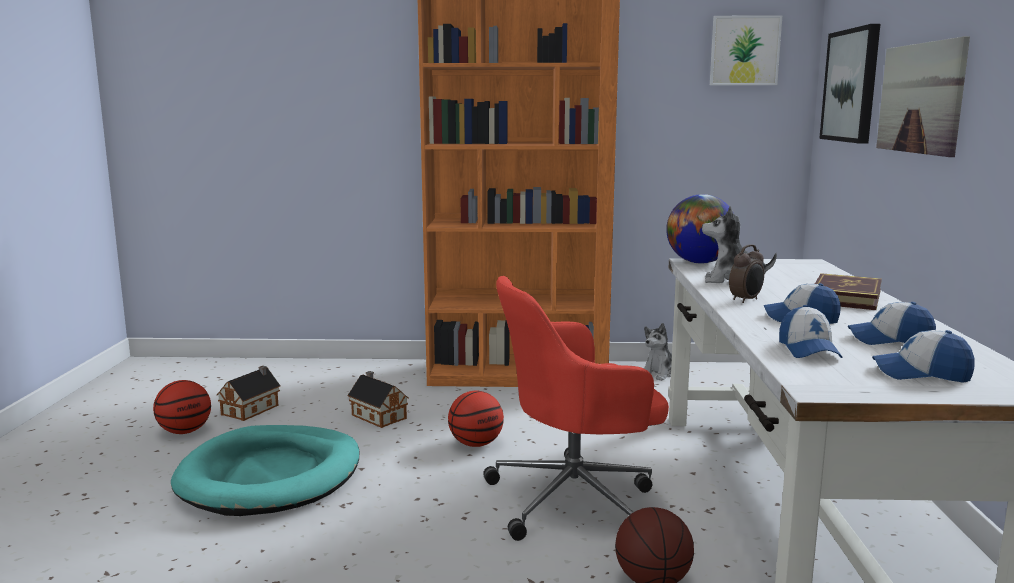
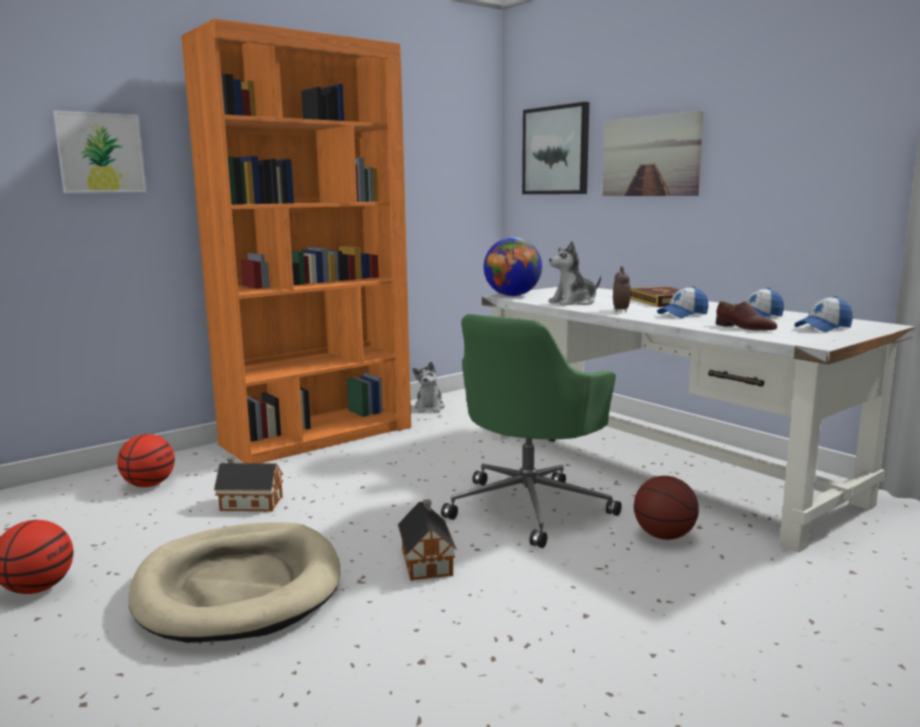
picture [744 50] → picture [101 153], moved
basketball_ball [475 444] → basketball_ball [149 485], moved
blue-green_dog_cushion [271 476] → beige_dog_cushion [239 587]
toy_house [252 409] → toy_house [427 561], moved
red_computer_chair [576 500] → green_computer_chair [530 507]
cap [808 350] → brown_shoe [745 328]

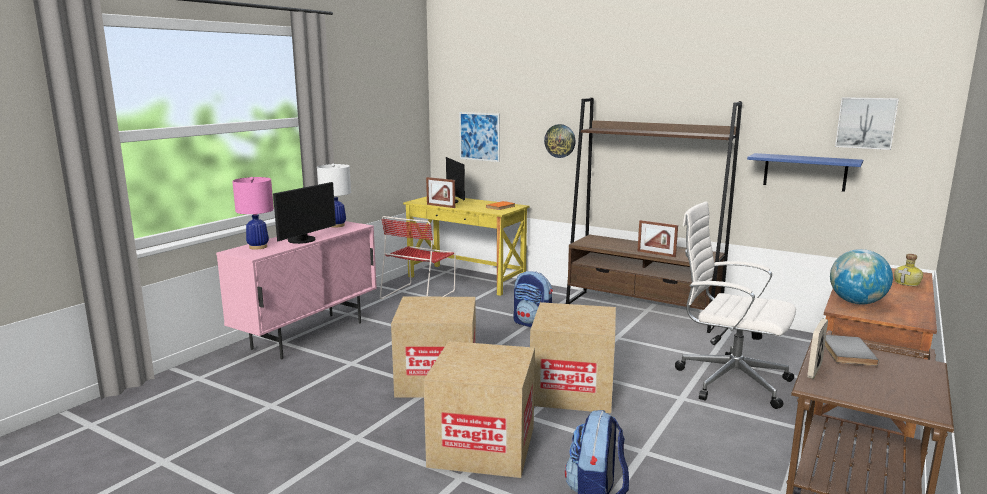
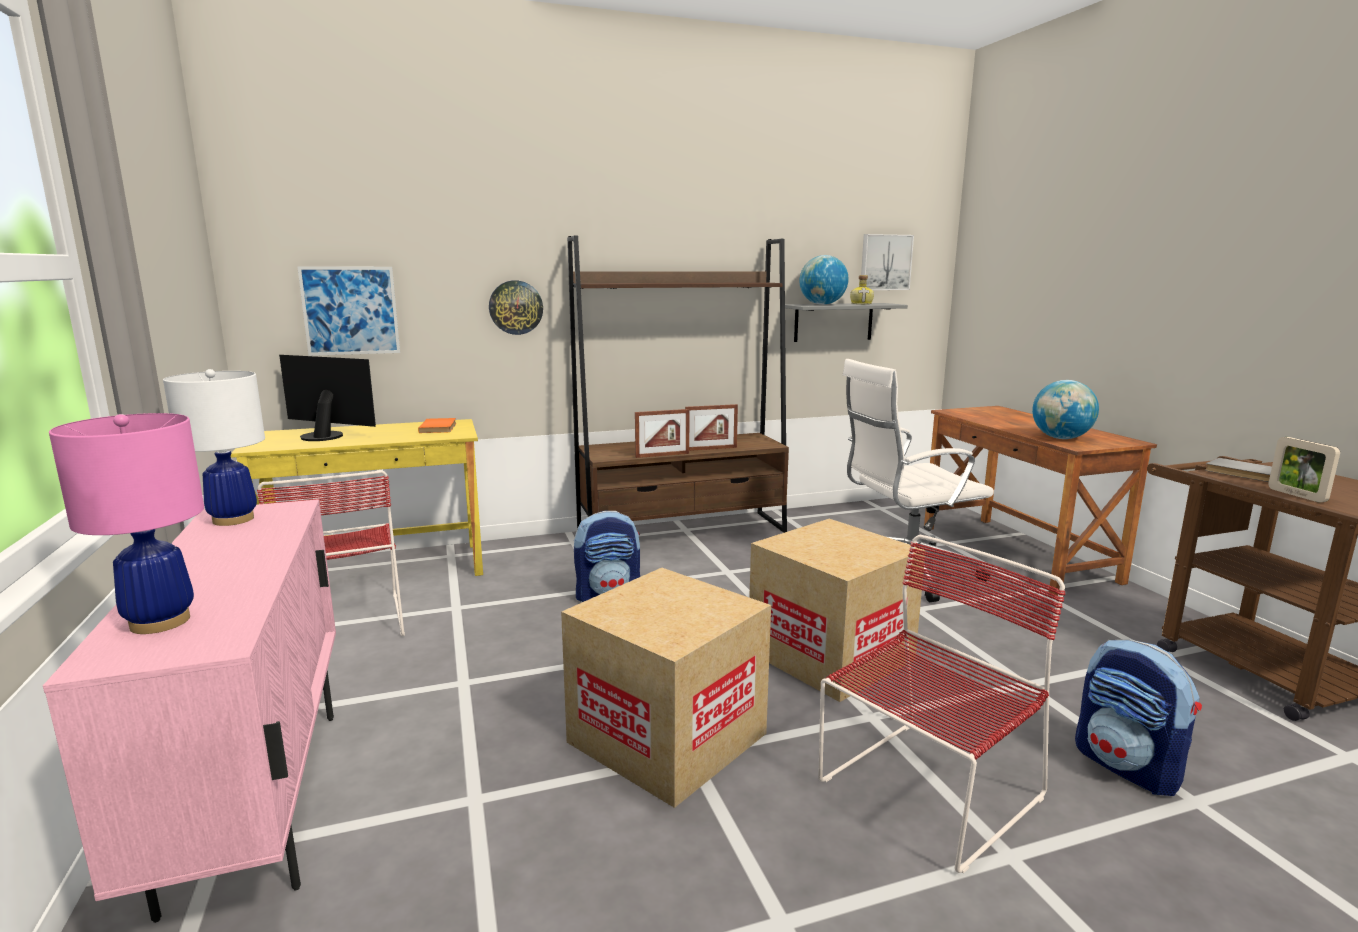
standing_frame [441 206] → standing_frame [662 455], moved
blue_wall_shelf [804 172] → greyish_wall_shelf [833 322]
- → world_globe [822 304]
cardboard_box [482 446] → red_upright_chair [926 792]
drink_bottle [907 283] → drink_bottle [862 304], moved
computer_display [304 240] → -

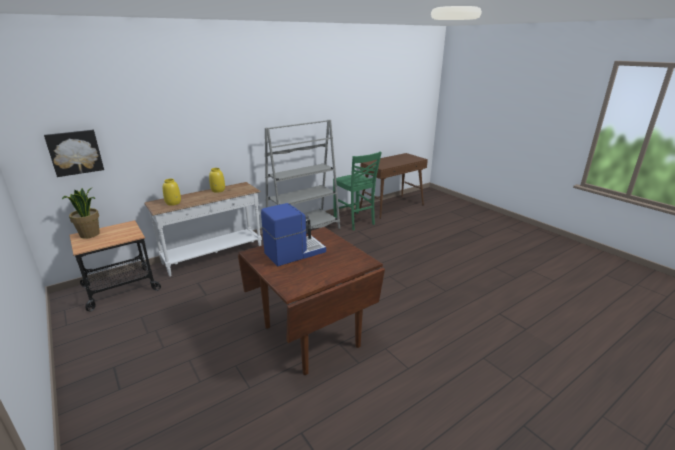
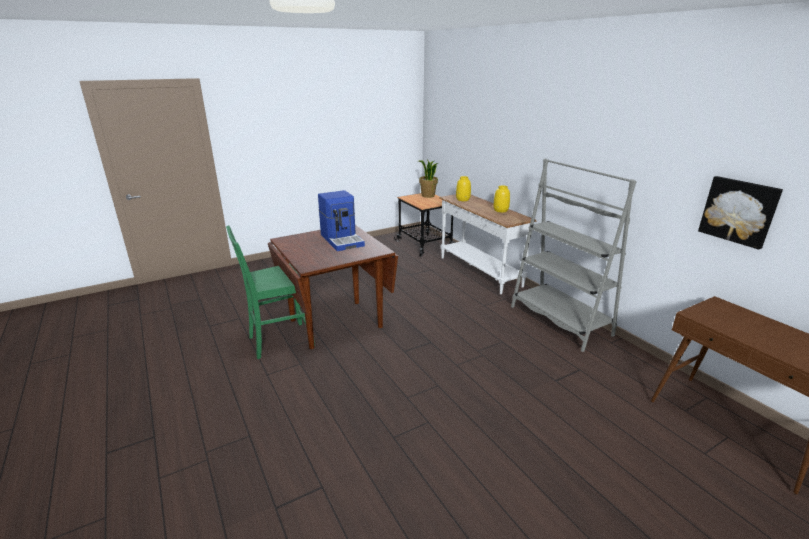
green_upright_chair [354 222] → green_upright_chair [279 341], moved
picture [75 152] → picture [739 211], moved

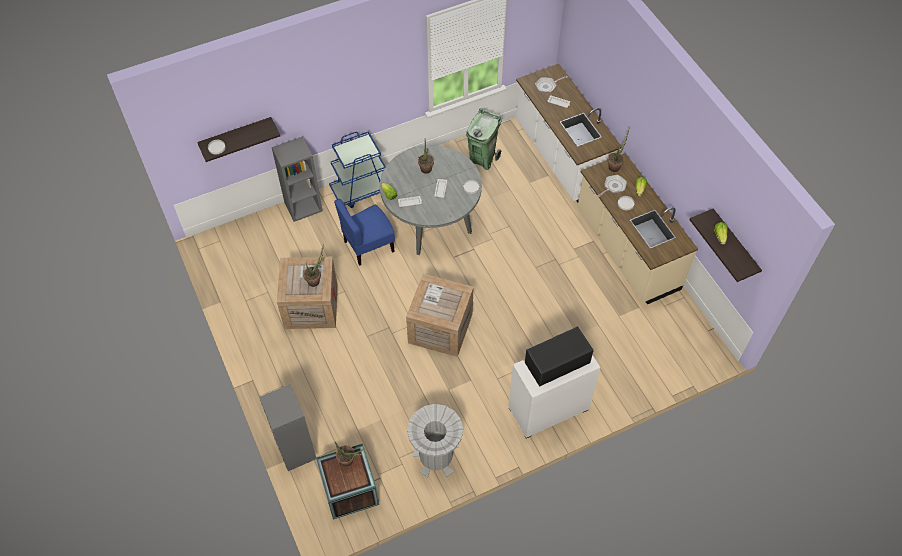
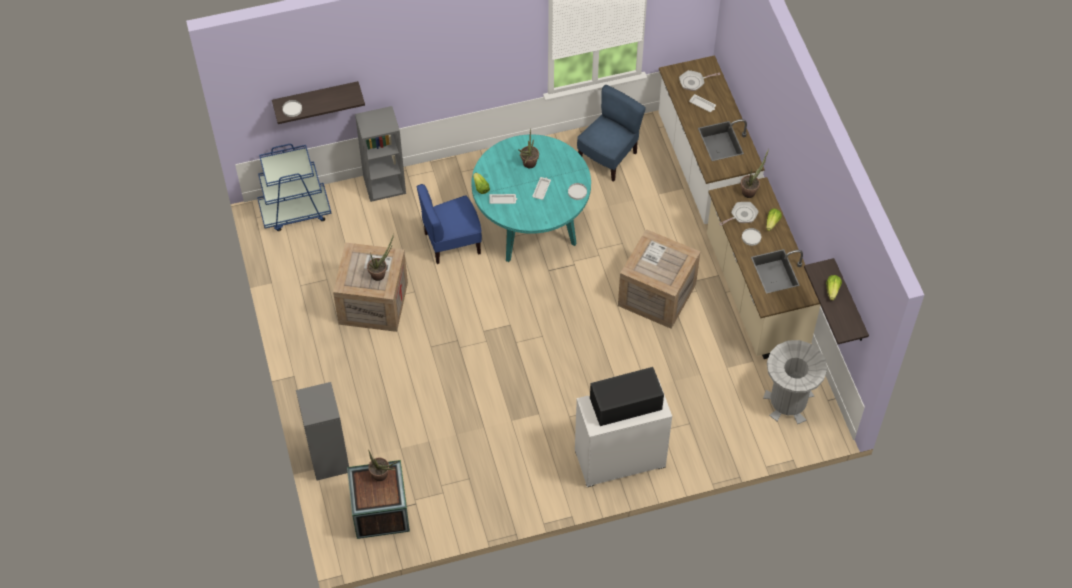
blue_cart [361 190] → blue_cart [295 211], moved
greyish_dining_table [431 222] → blue-green_dining_table [531 225]
green_rubbish_bin [483 159] → blue_upright_chair [608 157]
packing_crate [439 329] → packing_crate [655 295], moved
greyish_rubbish_bin [436 456] → greyish_rubbish_bin [788 401], moved

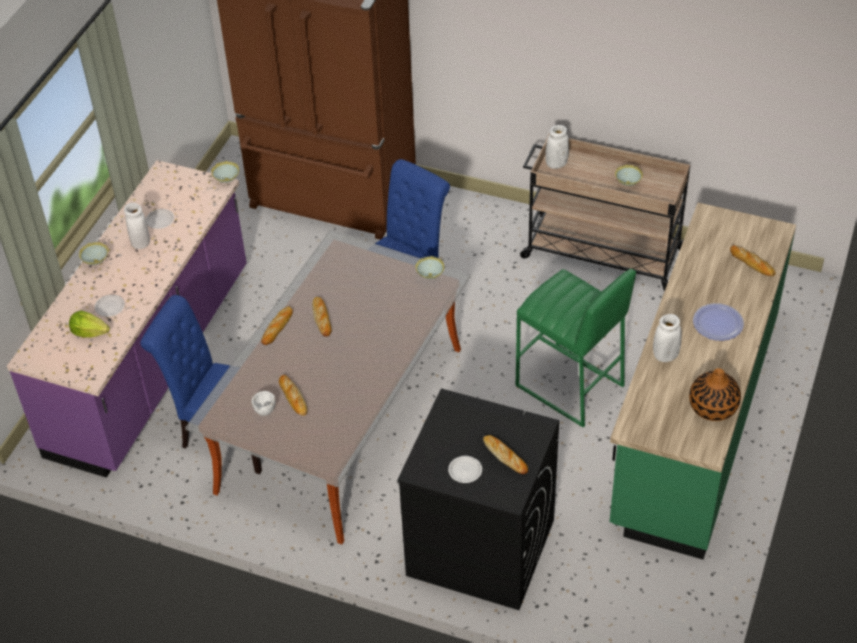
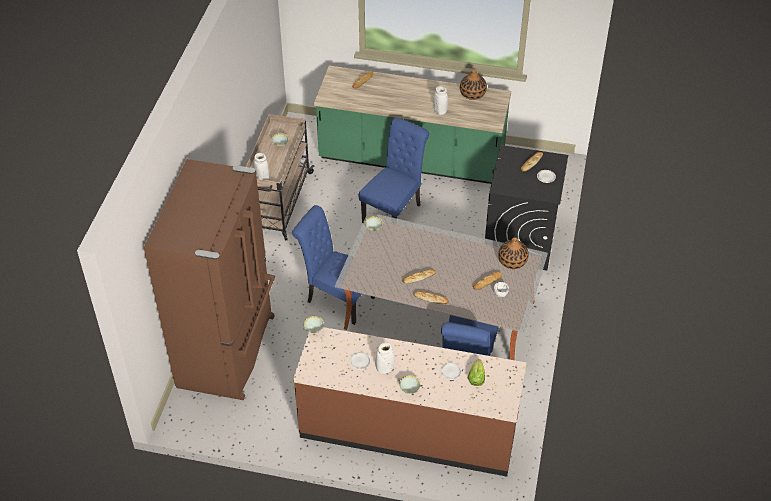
purple_kitchen_base_unit [152 362] → brown_kitchen_base_unit [408 429]
green_sitting_stool [569 386] → blue_upright_chair [394 211]
- → decorative_vase [512 261]
plate [717 323] → -

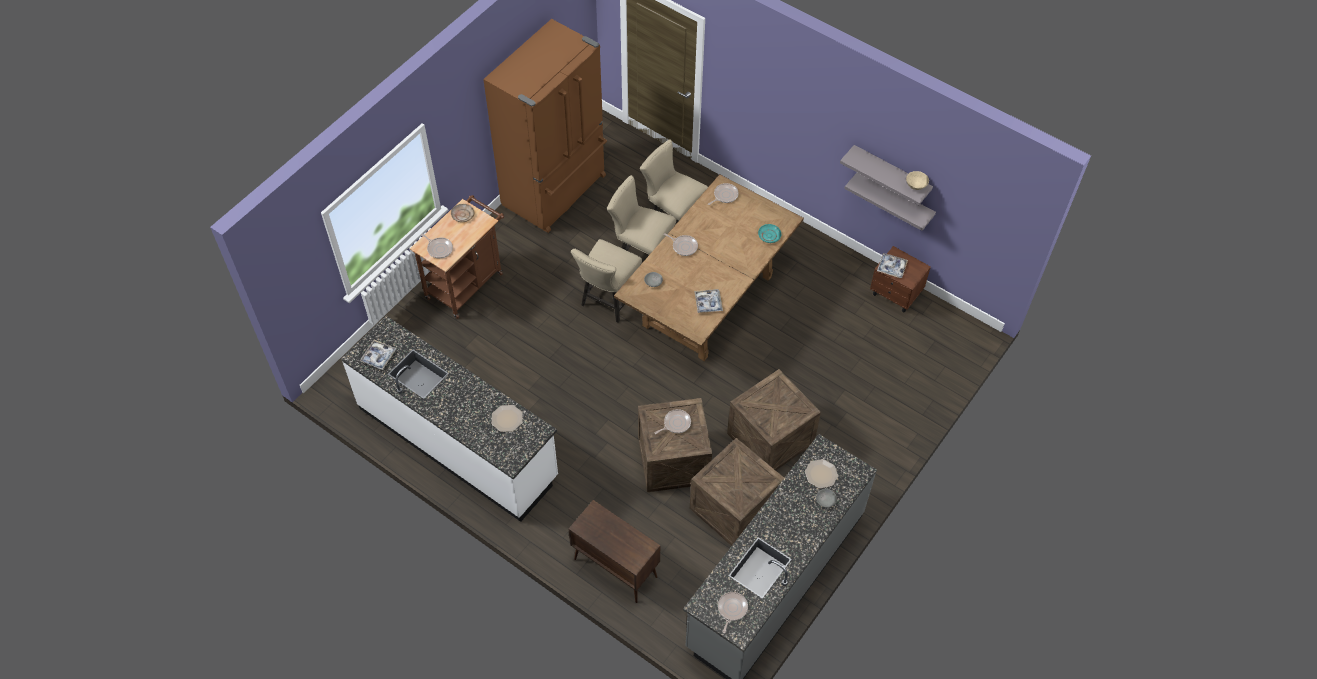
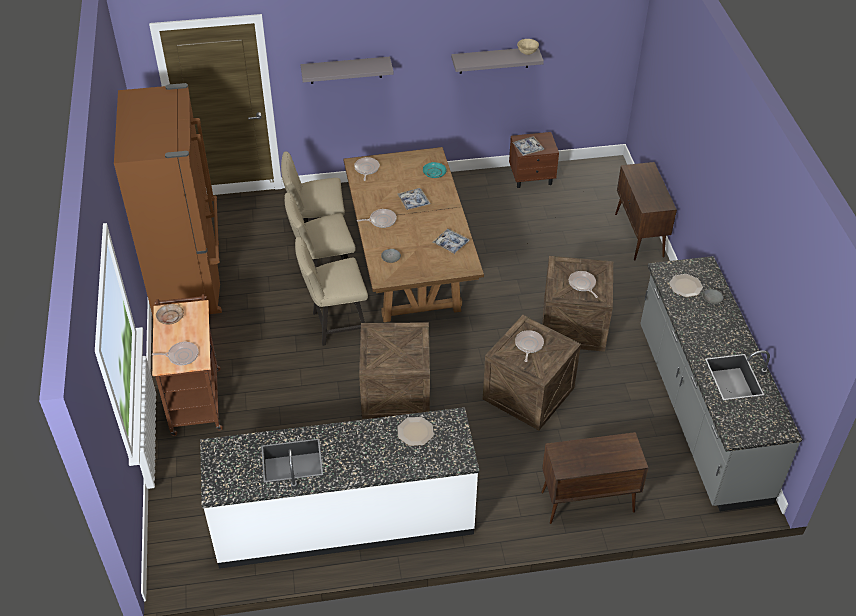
beige_upright_chair [608 302] → beige_upright_chair [335 325], 90 degrees clockwise
greyish_wall_shelf [895 198] → greyish_wall_shelf [346 70], moved
packing_crate [733 508] → packing_crate [394 393], moved
tray [378 357] → tray [413 201], moved
pan [731 609] → pan [582 284], moved
- → brown_cupboard [639 236]

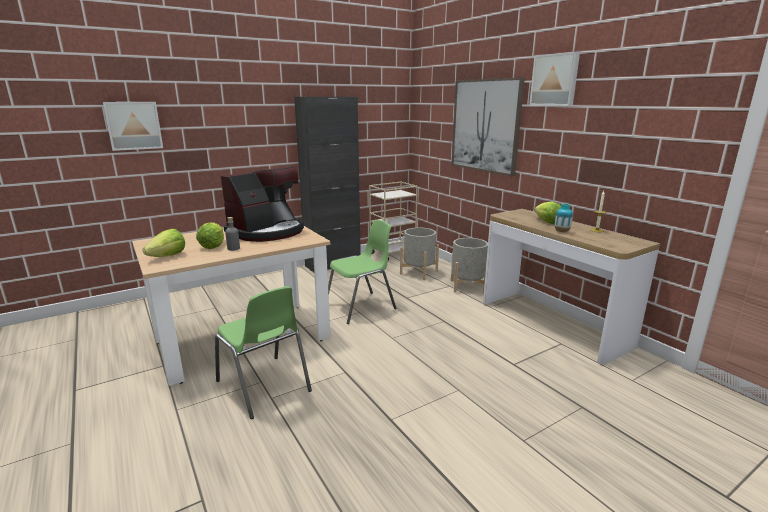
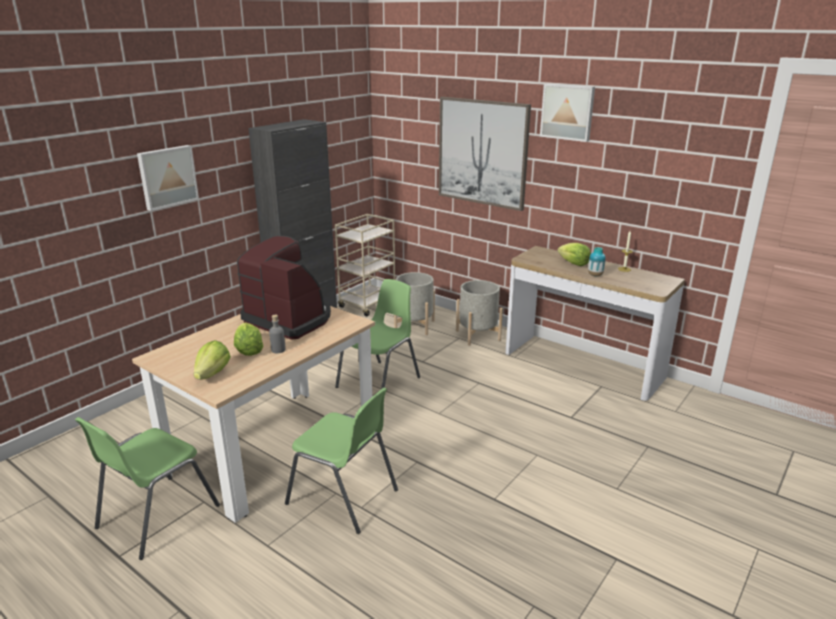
- → green_upright_chair [155 517]
picture [133 125] → picture [167 176], moved
coffee_brewer [267 232] → coffee_brewer [289 319], 75 degrees counterclockwise

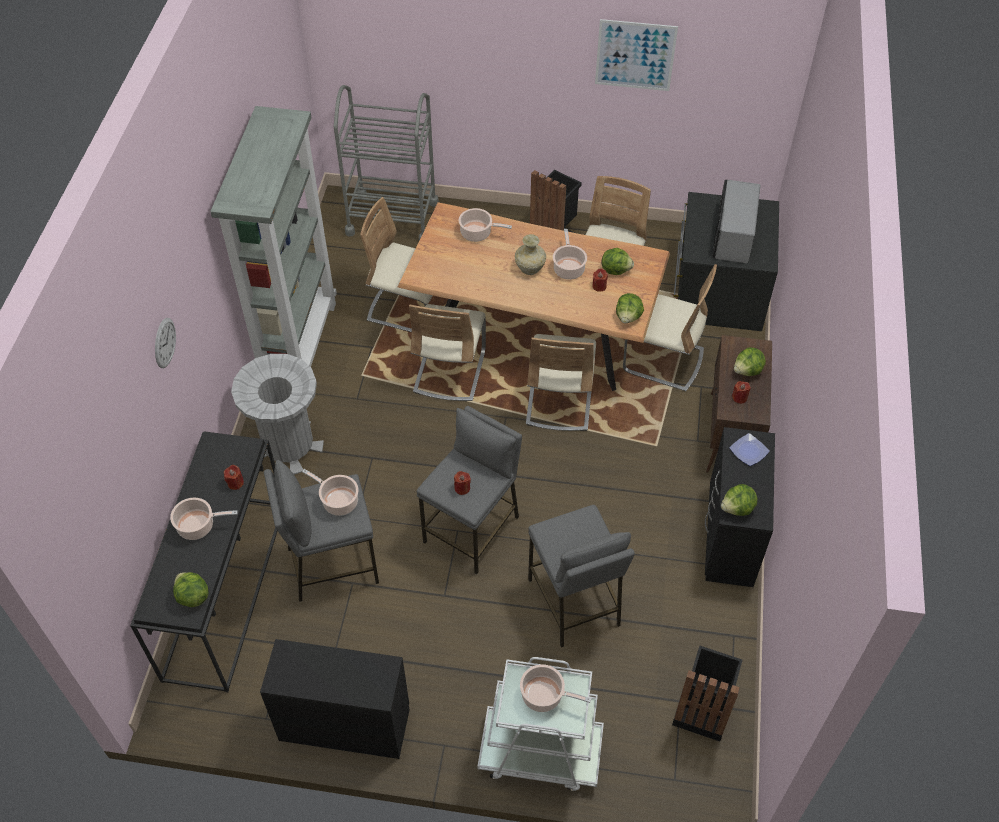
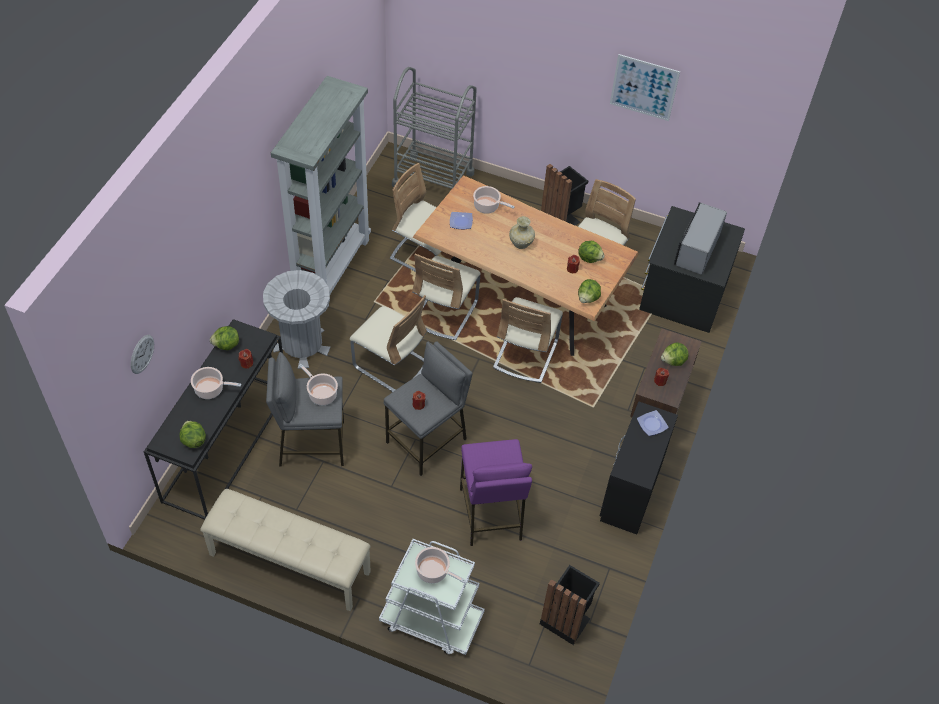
clock_on_the_wall [164 343] → clock_on_the_wall [142 354], moved
blackish_chest_of_drawers [344 723] → beige_long_seat [289 564]
head_of_lettuce [737 508] → head_of_lettuce [226 345], moved
beige_upright_chair [663 360] → beige_upright_chair [390 365], moved
- → plate [460 221]
greyish_sitting_stool [574 602] → purple_sitting_stool [490 514]
stockpot [568 268] → -

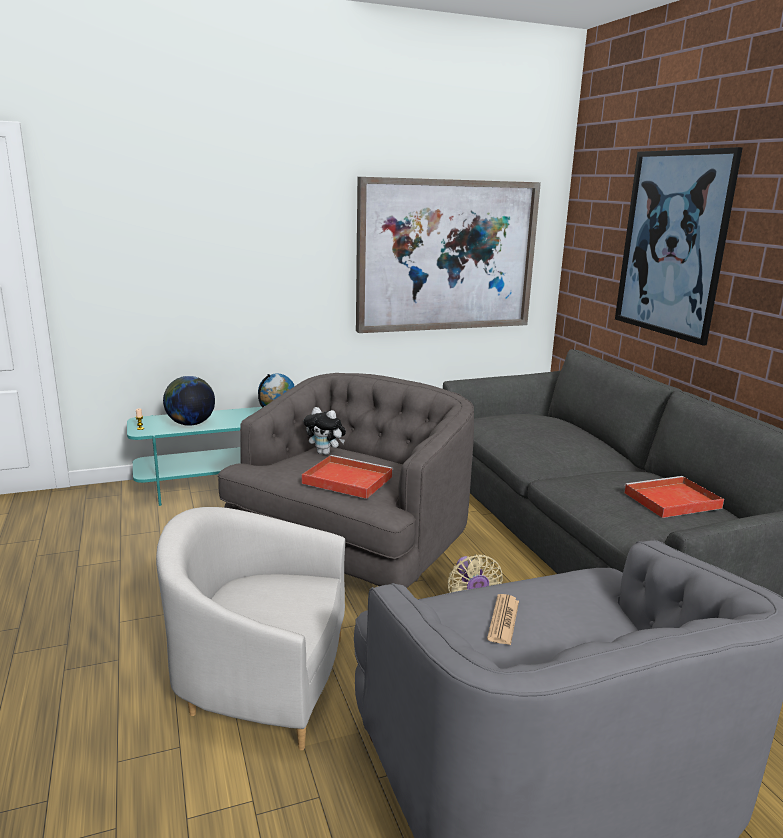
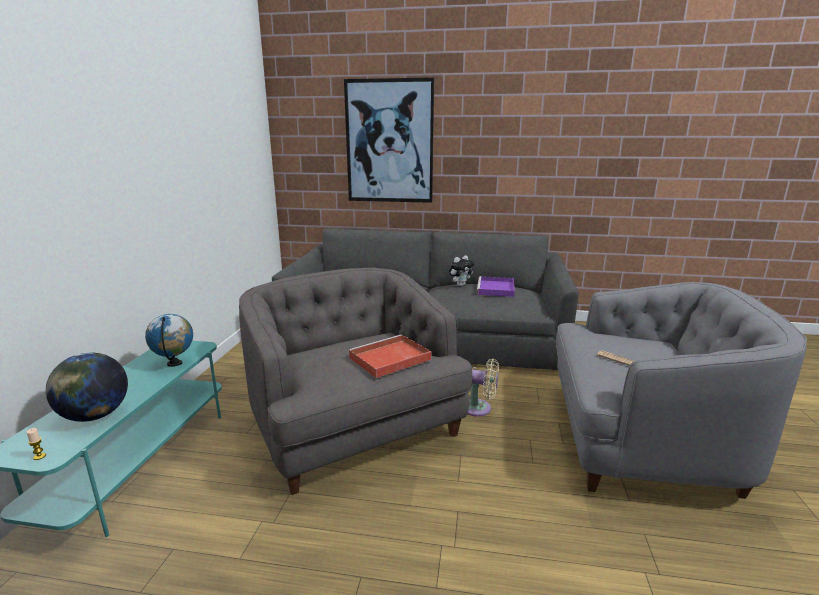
soft_toy [325 453] → soft_toy [460 285], moved
red_tray [670 500] → purple_tray [496 289]
white-coloured_armchair [261 681] → -
picture [446 255] → -

